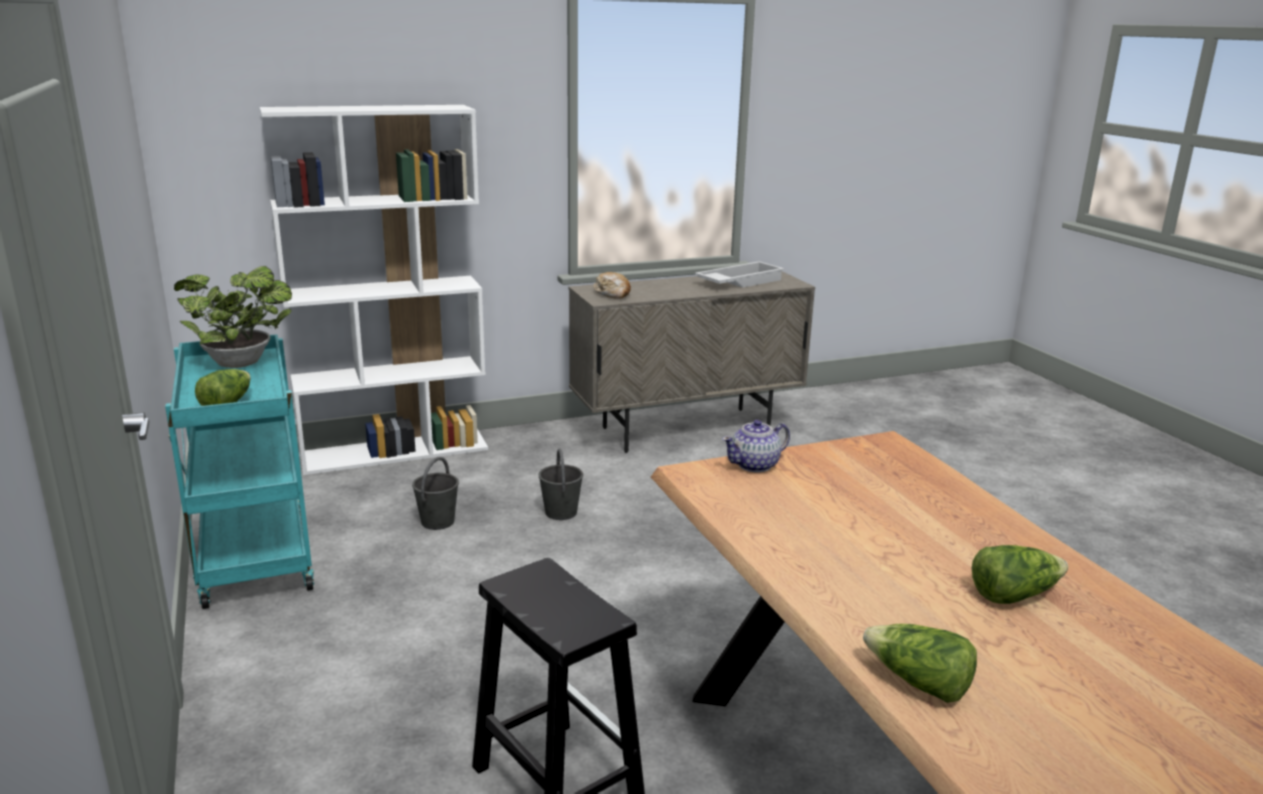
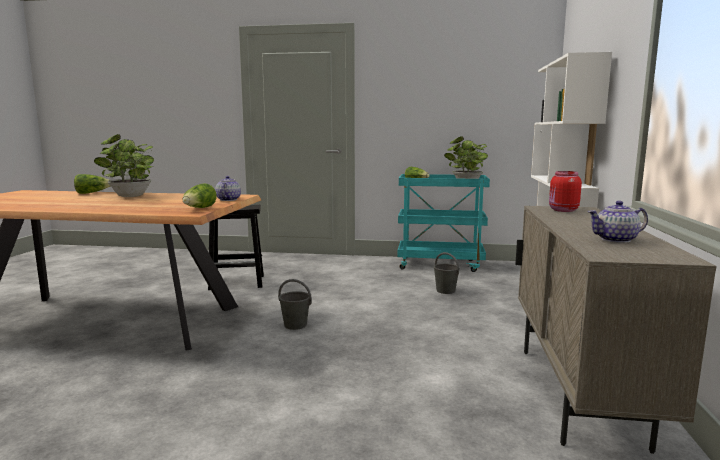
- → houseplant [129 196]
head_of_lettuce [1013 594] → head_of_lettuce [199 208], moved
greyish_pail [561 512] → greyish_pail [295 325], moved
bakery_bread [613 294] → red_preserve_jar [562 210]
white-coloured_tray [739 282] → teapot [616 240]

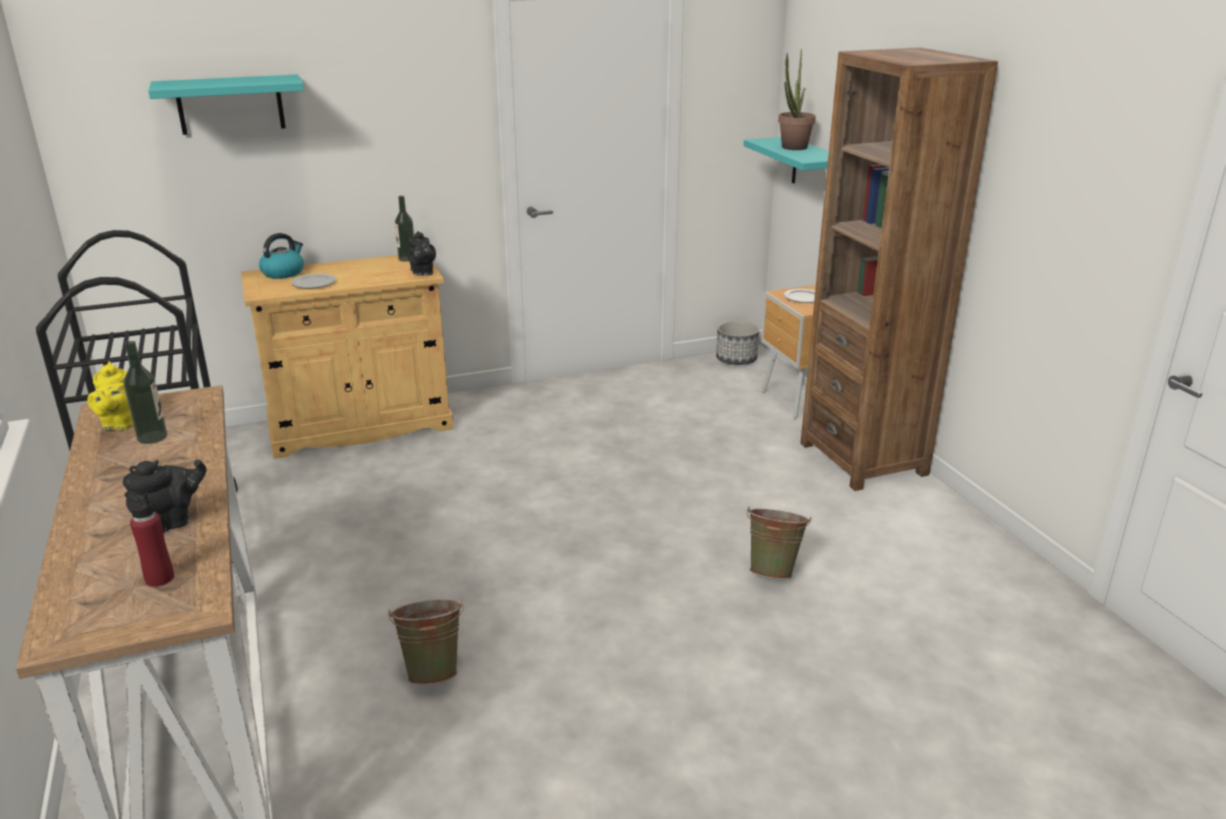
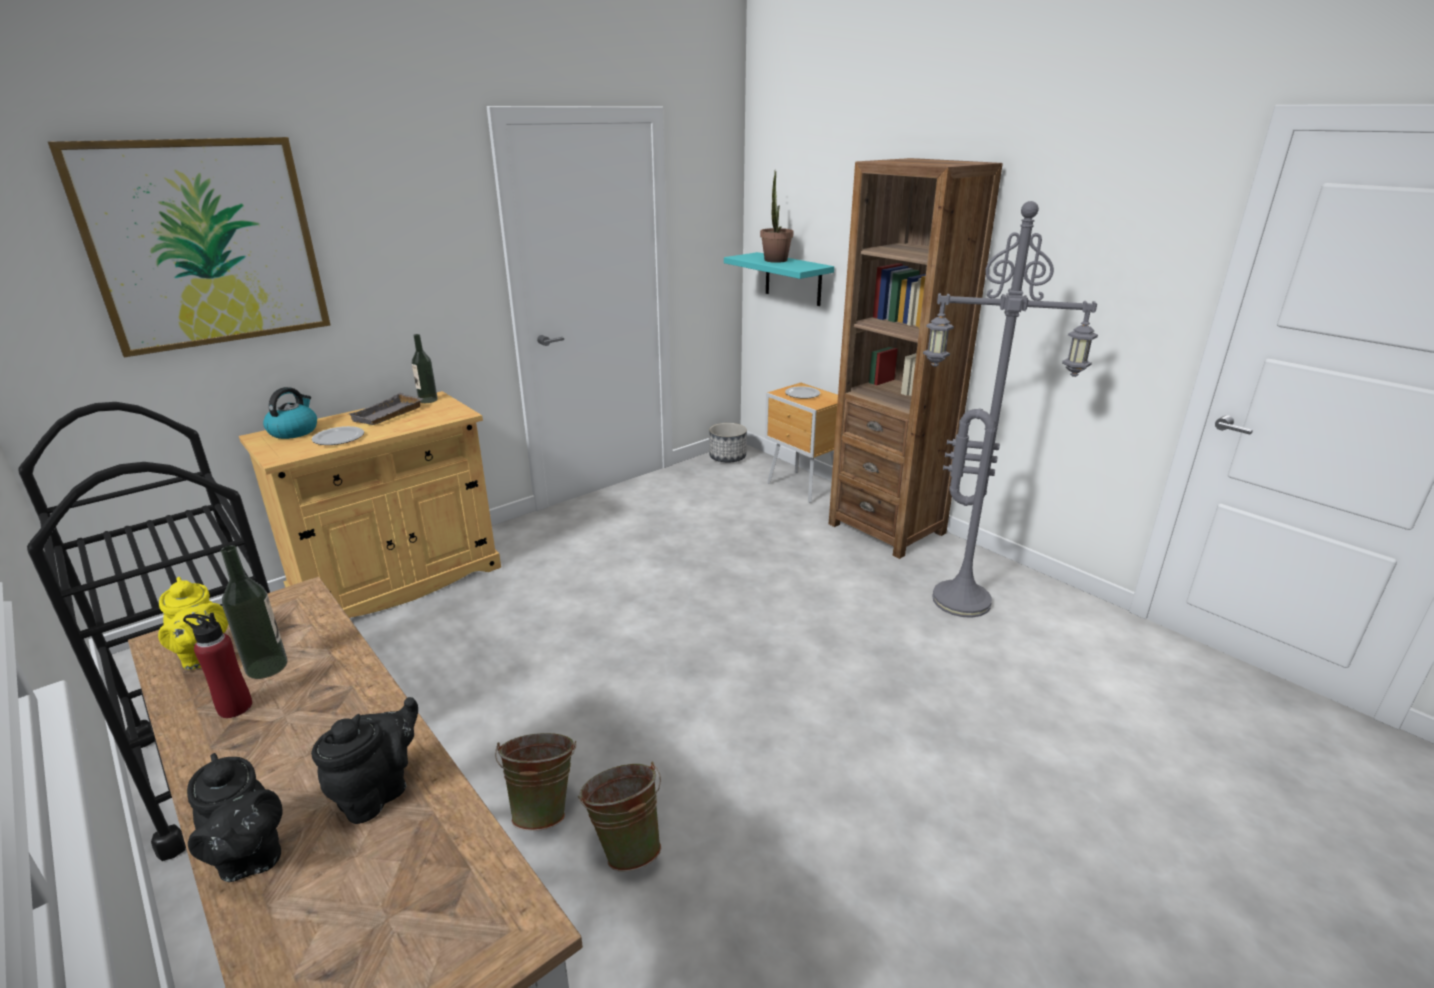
blue-green_wall_shelf [230 104] → picture [205 244]
red_drink_bottle [159 578] → red_drink_bottle [235 707], moved
blackish_teapot [422 273] → blackish_teapot [249 857], moved
- → greyish_tray [388 415]
green_pail [773 570] → green_pail [543 808], moved
- → greyish_standing_lamp [963 599]

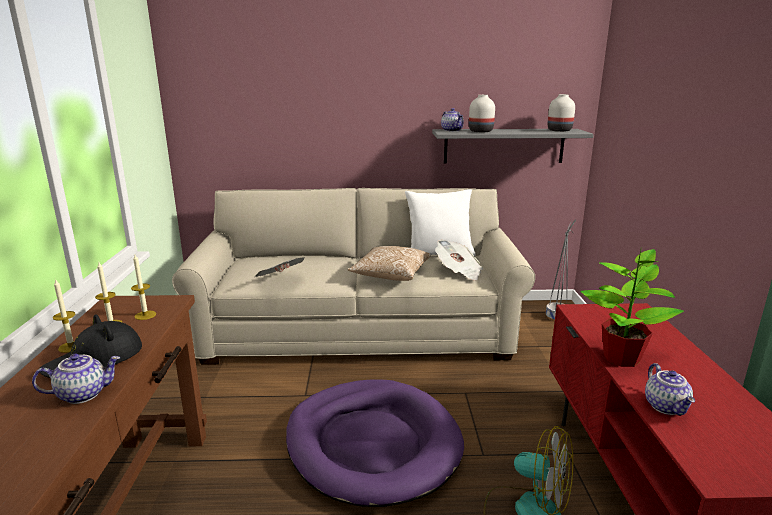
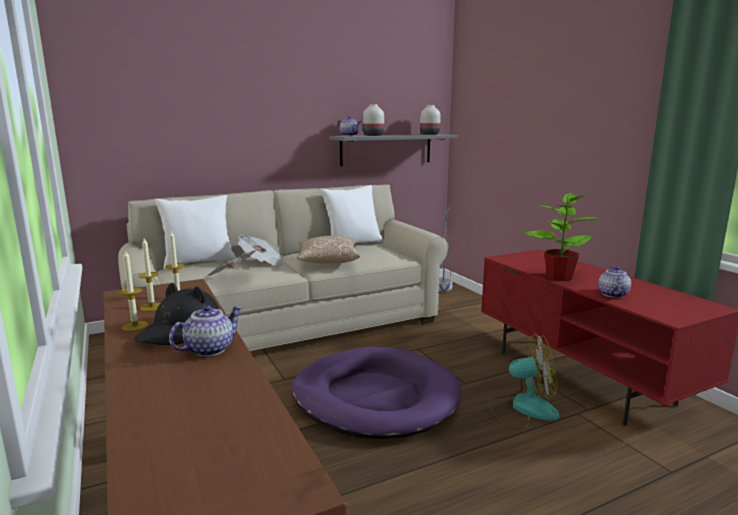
- → white-coloured_cushion [199 262]
printed_paper [459 272] → printed_paper [262 263], moved
teapot [666 407] → teapot [612 294], 135 degrees counterclockwise

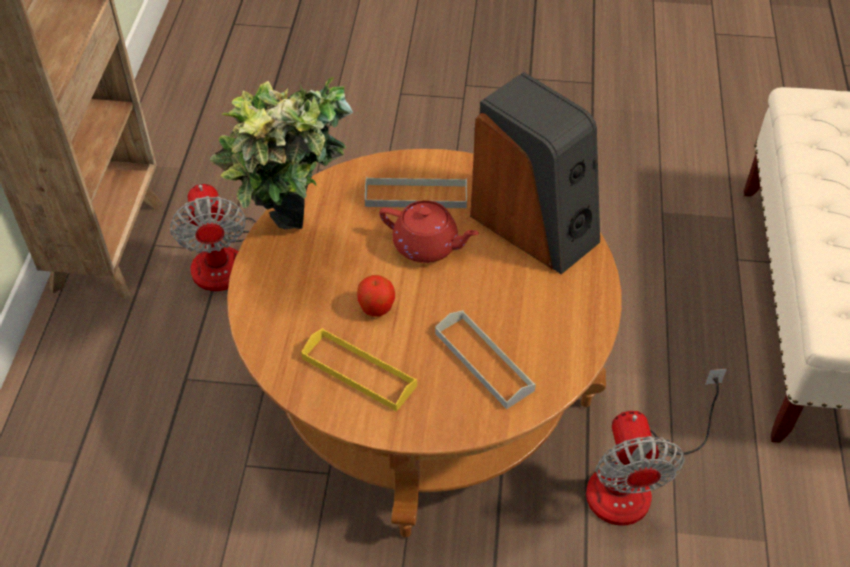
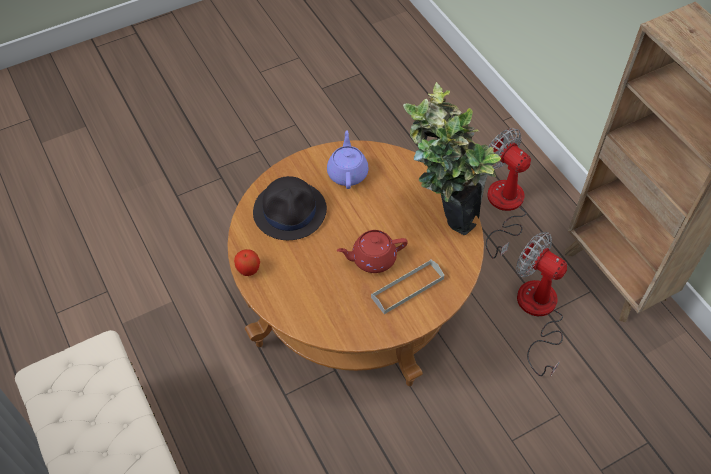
apple_fruit [376 308] → apple_fruit [248 269], moved
greyish_tray [484 361] → blackish_hat [290 211]
yellowish_tray [359 372] → purple_teapot [347 172]
electric_fan [634 480] → electric_fan [504 207], moved
audio_speaker [535 226] → -

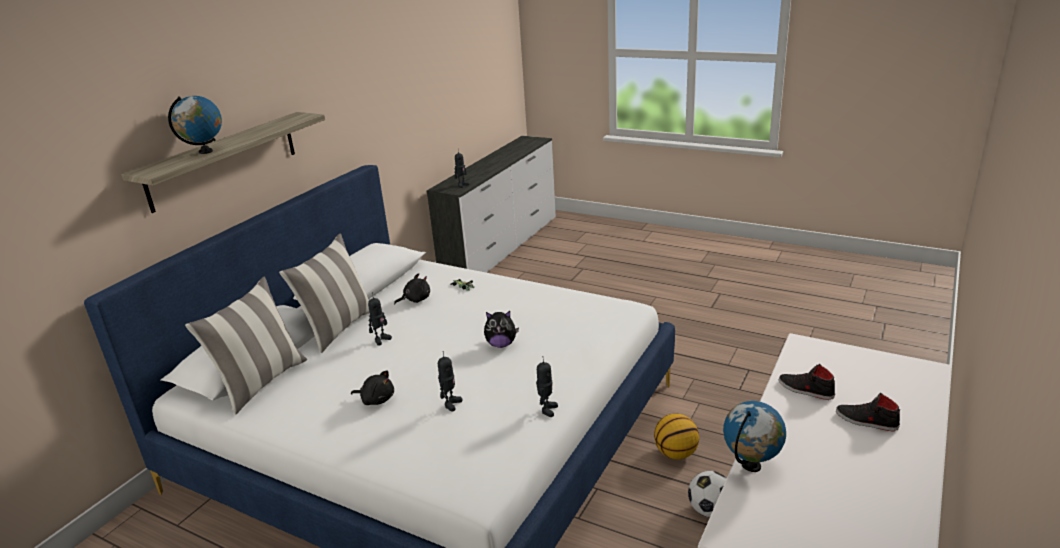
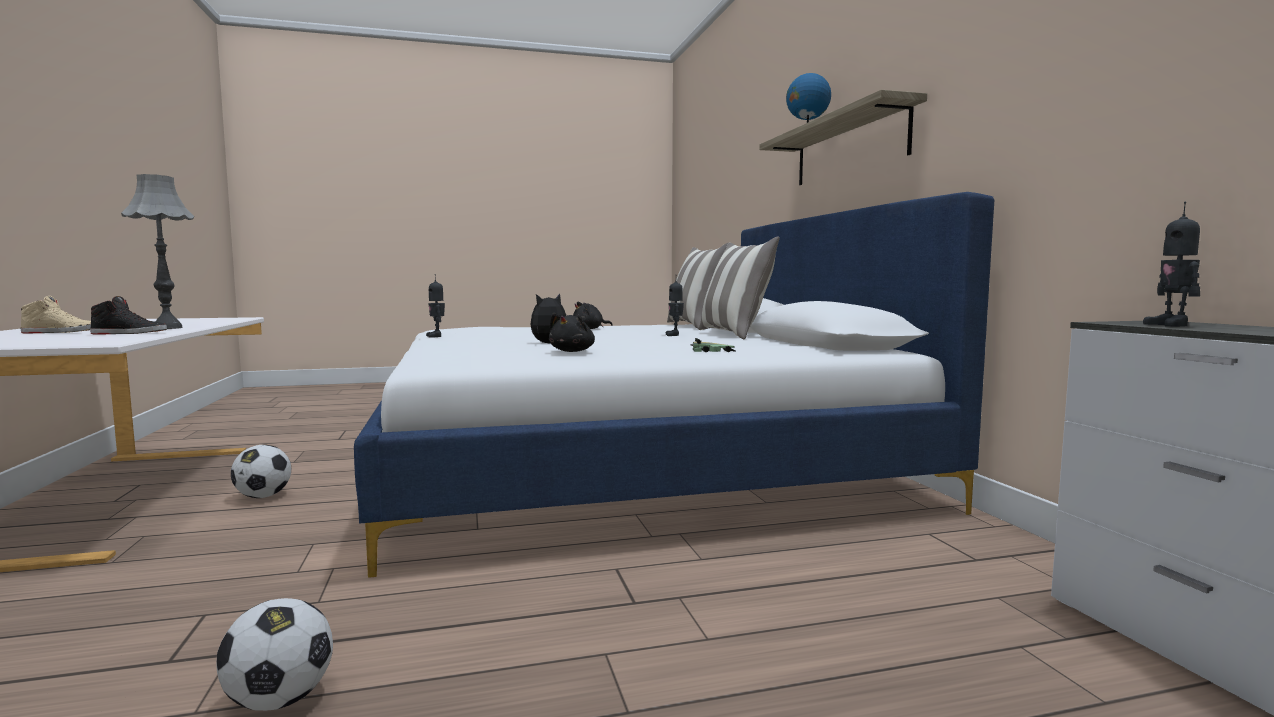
blackish_shoe [866 421] → beige_shoe [62 332]
- → greyish_tabletop_lamp [167 328]
- → football [280 700]
blackish_soft_toy [415 300] → blackish_soft_toy [573 351], moved
toy_robot [451 404] → -
basketball_ball [676 453] → -
world_globe [751 466] → -

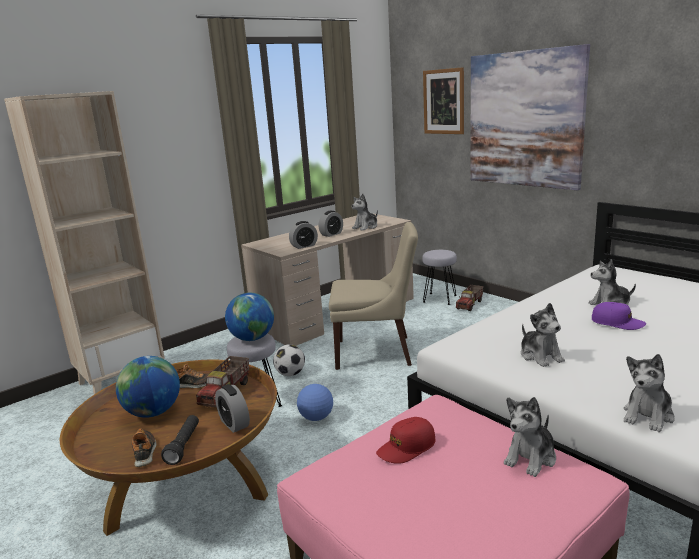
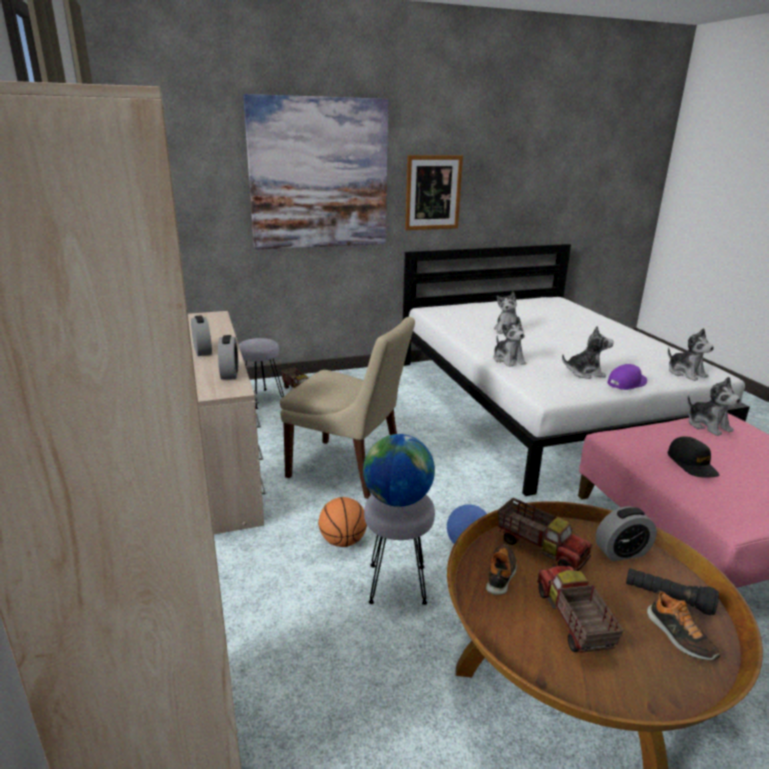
beige_upright_chair [376 352] → beige_upright_chair [349 469], 90 degrees clockwise
football [290 374] → basketball_ball [343 541]
picture [443 101] → picture [433 192], moved
soft_toy [366 227] → soft_toy [508 360], moved
world_globe [153 412] → toy_lorry [572 621]
purple_cap [617 323] → purple_cap [627 383], moved
shoe [145 452] → shoe [679 636], 120 degrees counterclockwise
red_cap [406 447] → blackish_cap [692 464]

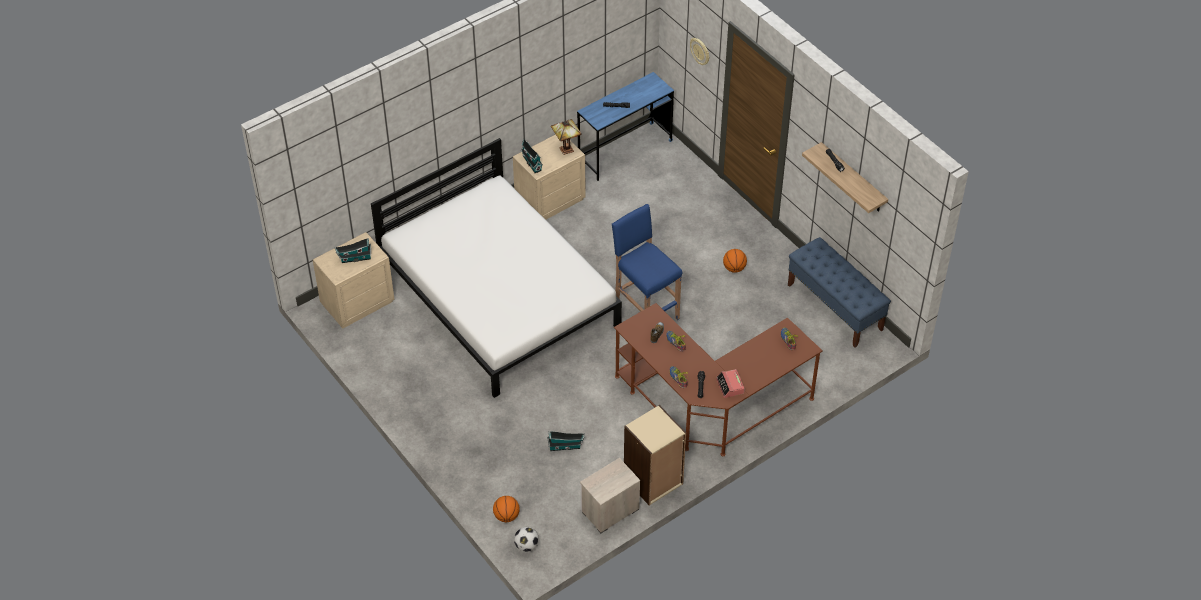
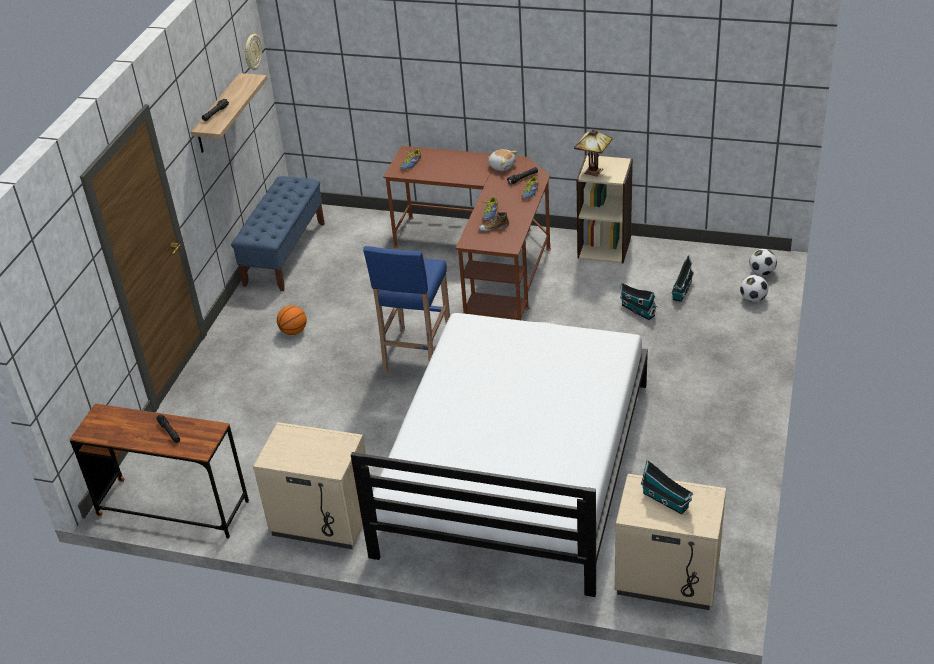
blue_desk_table [625 151] → brown_desk_table [173 508]
clock_on_the_wall [700 51] → clock_on_the_wall [252 52], moved
table_clock [730 386] → soft_toy [502 166]
tabletop_lamp [565 149] → tabletop_lamp [593 172], moved
toy_house [531 162] → toy_house [681 291], moved
basketball_ball [506 516] → football [753 299]
nightstand [609 510] → -

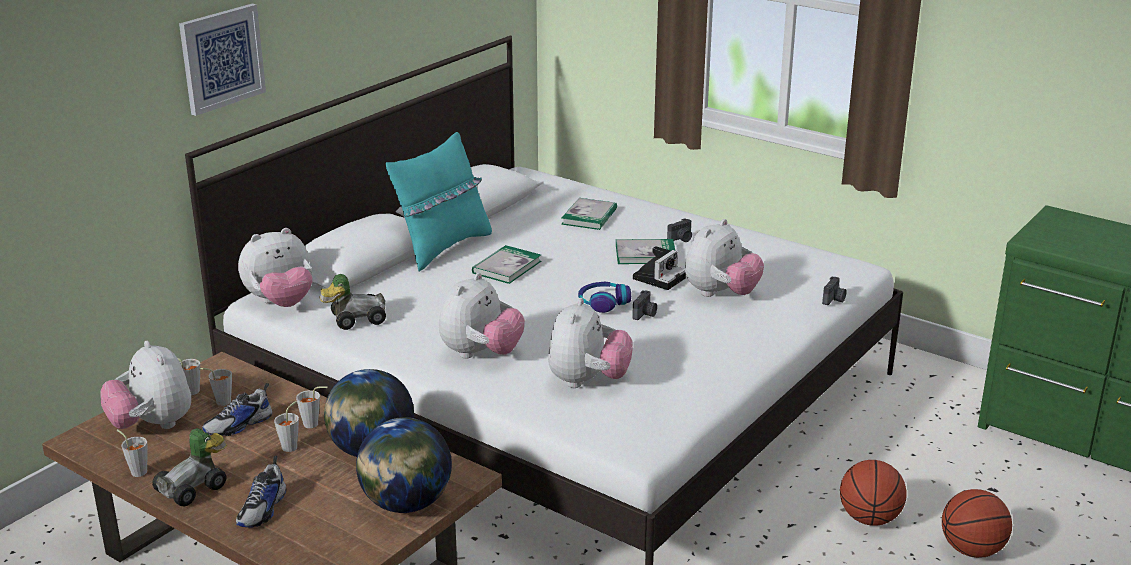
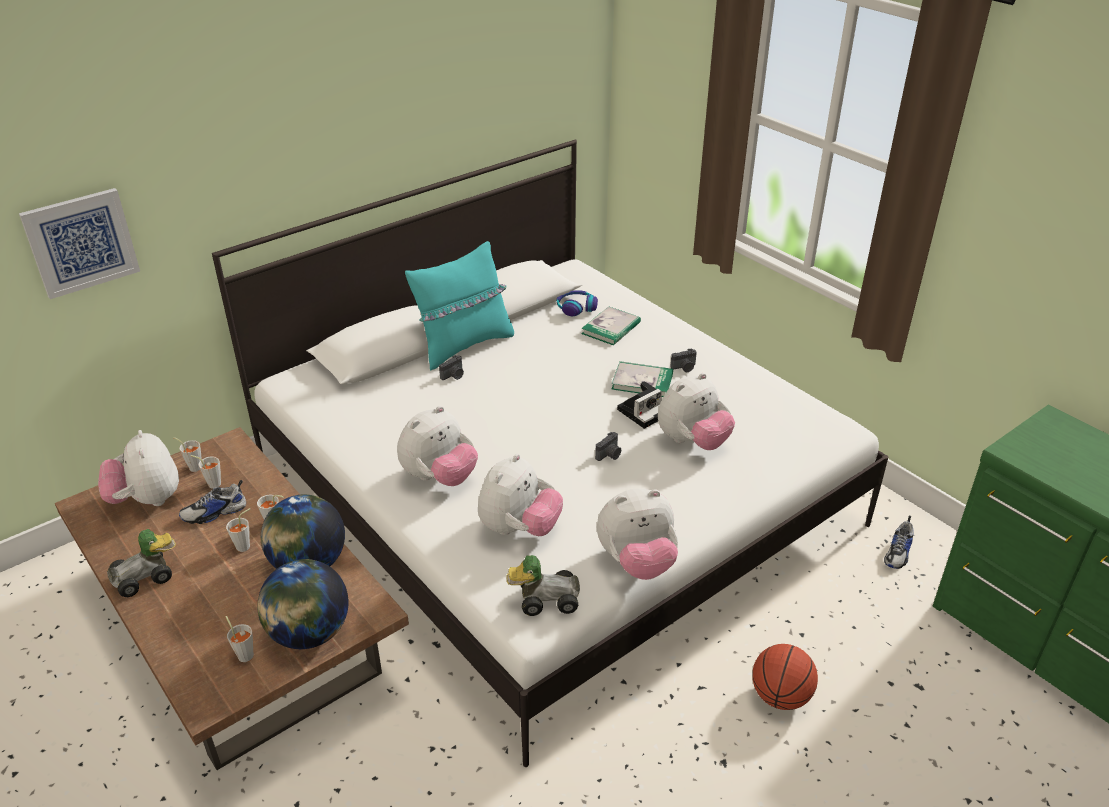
picture [221 58] → picture [81 242], moved
greyish_small_cup [137 471] → greyish_small_cup [244 653], moved
still_camera [834 300] → still_camera [453 376], moved
toy_car [355 319] → toy_car [544 599], moved
pair_of_headphones [603 302] → pair_of_headphones [576 307], moved
soft_toy [281 303] → soft_toy [637 562], moved
shoe [263 509] → shoe [898 553], moved
volume [507 267] → -
basketball_ball [971 550] → -

